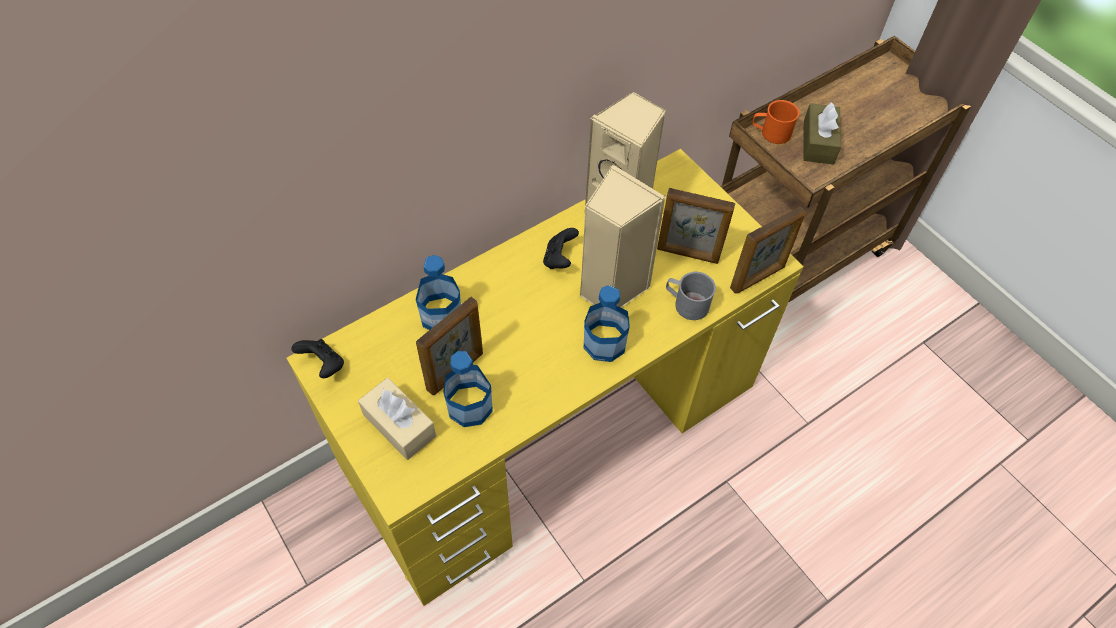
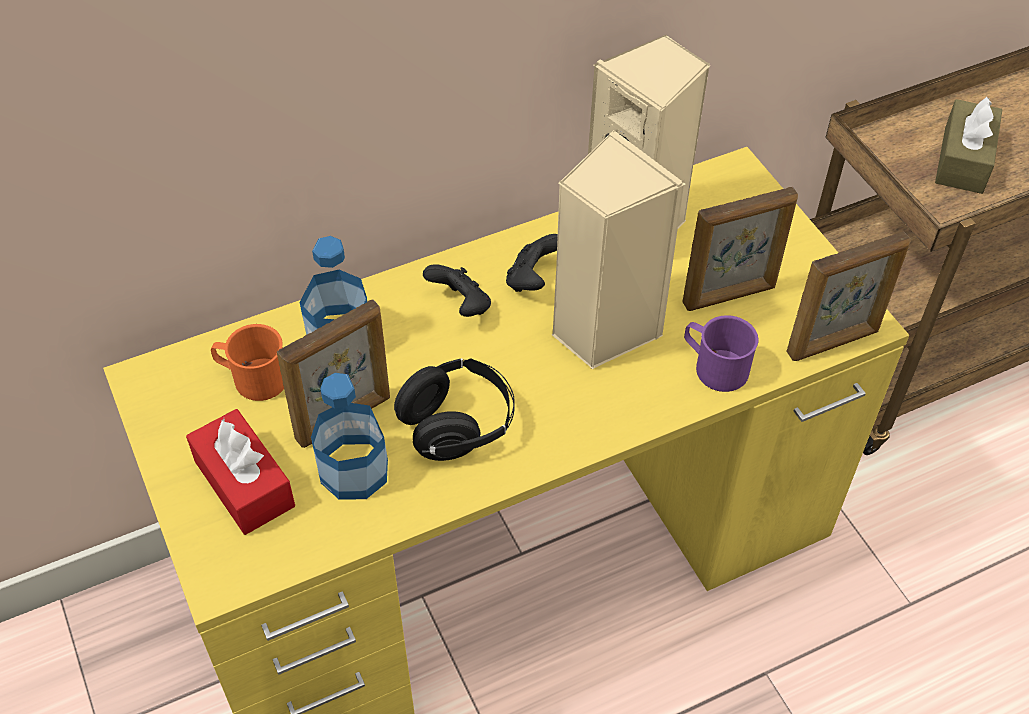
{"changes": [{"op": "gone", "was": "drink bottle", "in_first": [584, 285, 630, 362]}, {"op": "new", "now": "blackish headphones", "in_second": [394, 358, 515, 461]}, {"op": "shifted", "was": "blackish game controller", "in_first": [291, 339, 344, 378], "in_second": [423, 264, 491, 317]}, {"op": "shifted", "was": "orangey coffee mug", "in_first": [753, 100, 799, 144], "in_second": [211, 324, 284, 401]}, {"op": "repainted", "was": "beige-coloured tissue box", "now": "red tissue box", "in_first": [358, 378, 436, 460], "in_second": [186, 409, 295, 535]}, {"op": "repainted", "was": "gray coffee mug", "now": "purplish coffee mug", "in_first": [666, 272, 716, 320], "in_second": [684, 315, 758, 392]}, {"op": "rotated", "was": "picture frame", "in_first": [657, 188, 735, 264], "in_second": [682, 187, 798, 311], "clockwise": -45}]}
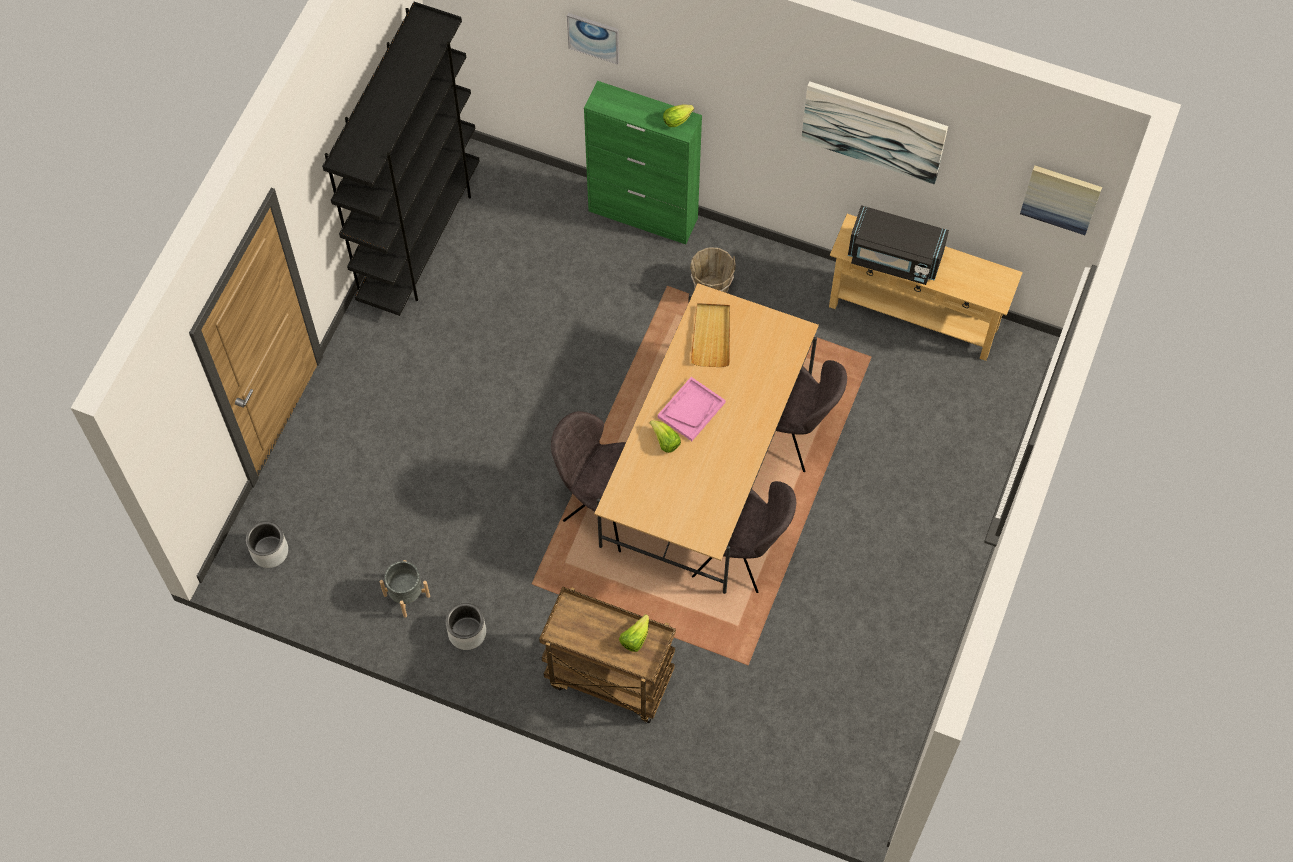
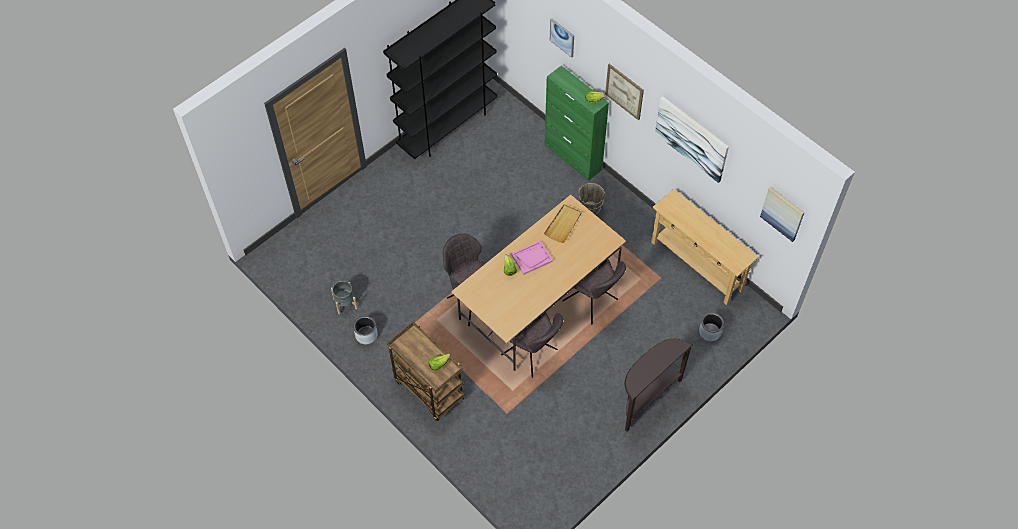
{"changes": [{"op": "gone", "was": "blackish microwave oven", "in_first": [848, 205, 949, 285]}, {"op": "new", "now": "wall art", "in_second": [605, 64, 644, 120]}, {"op": "new", "now": "brown hall table", "in_second": [625, 339, 692, 431]}, {"op": "shifted", "was": "gray flower pot", "in_first": [246, 521, 288, 568], "in_second": [699, 313, 724, 341]}]}
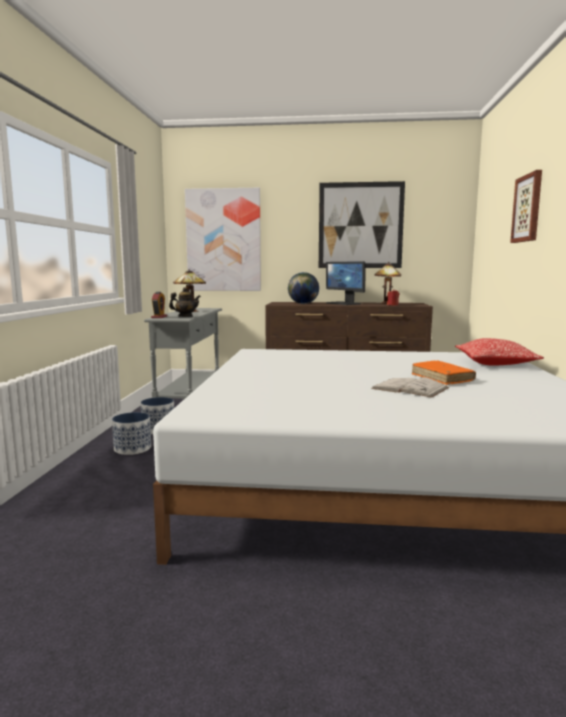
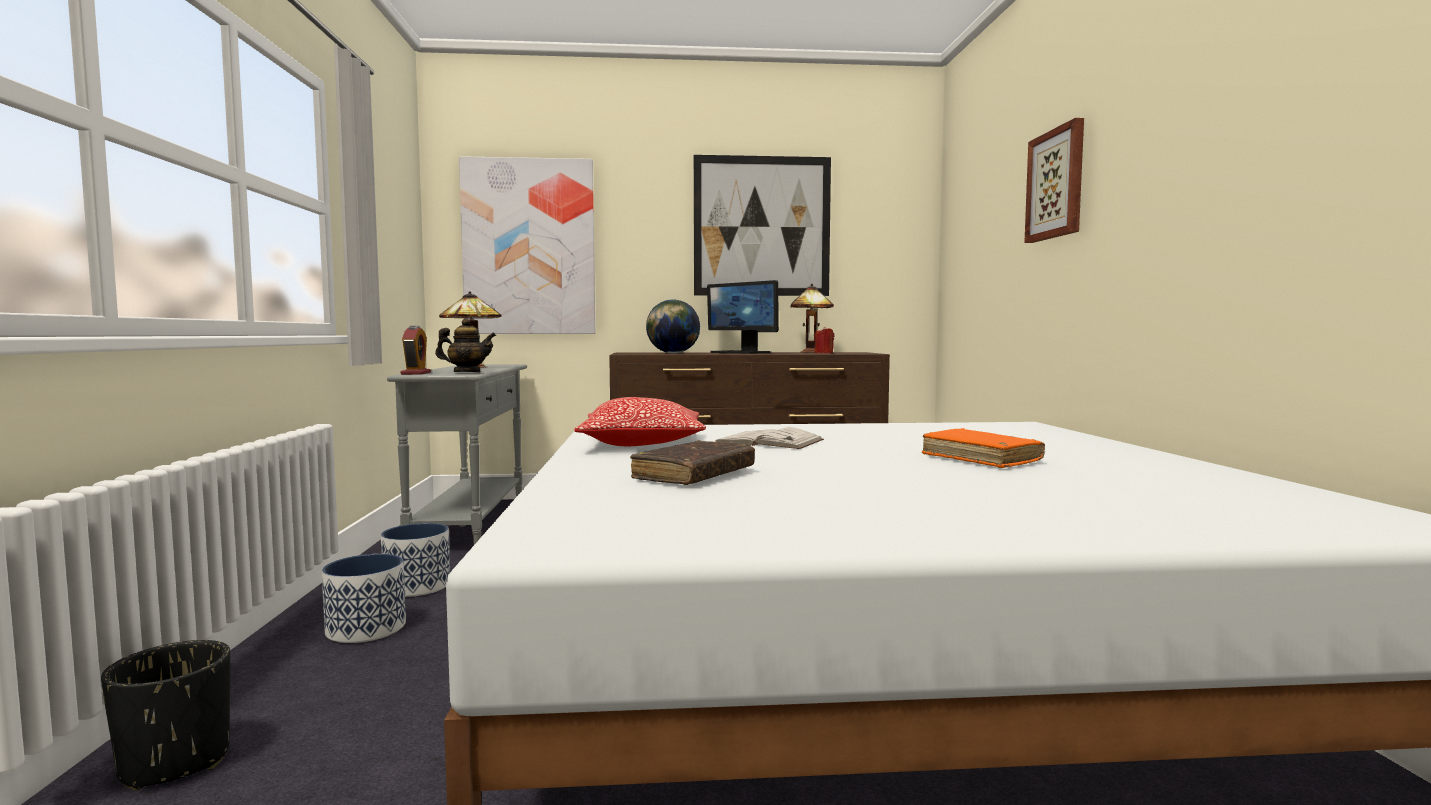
{"changes": [{"op": "new", "now": "blackish flower pot", "in_second": [101, 640, 230, 791]}, {"op": "new", "now": "brown book", "in_second": [630, 440, 755, 485]}, {"op": "shifted", "was": "white book", "in_first": [371, 377, 449, 398], "in_second": [715, 427, 824, 449]}, {"op": "shifted", "was": "cushion", "in_first": [455, 338, 544, 366], "in_second": [574, 397, 706, 446]}]}
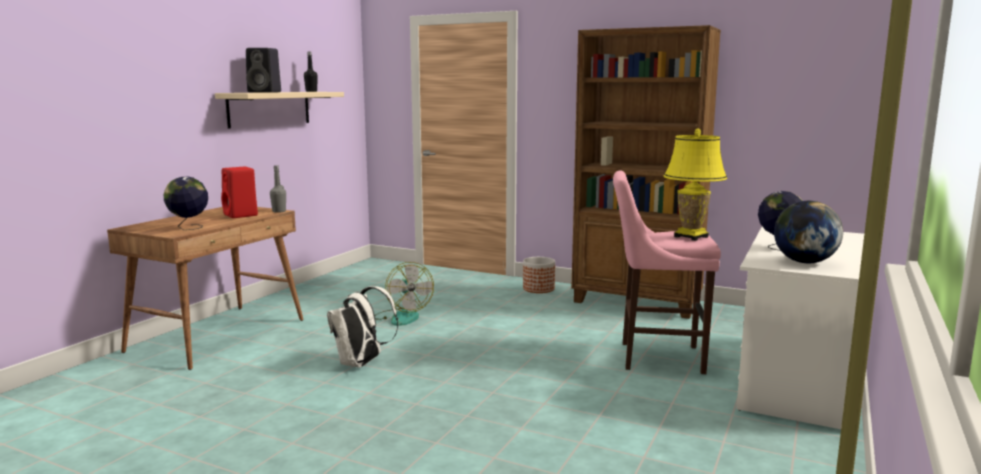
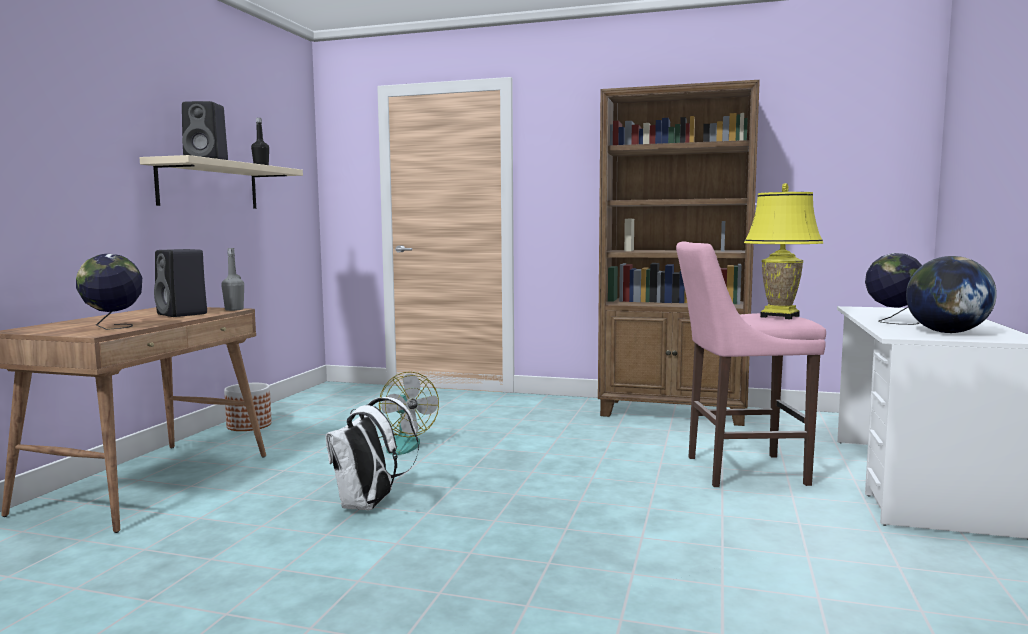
{"changes": [{"op": "shifted", "was": "flower pot", "in_first": [523, 257, 555, 293], "in_second": [224, 383, 272, 431]}, {"op": "repainted", "was": "red loudspeaker", "now": "blackish loudspeaker", "in_first": [221, 167, 258, 218], "in_second": [154, 249, 207, 317]}]}
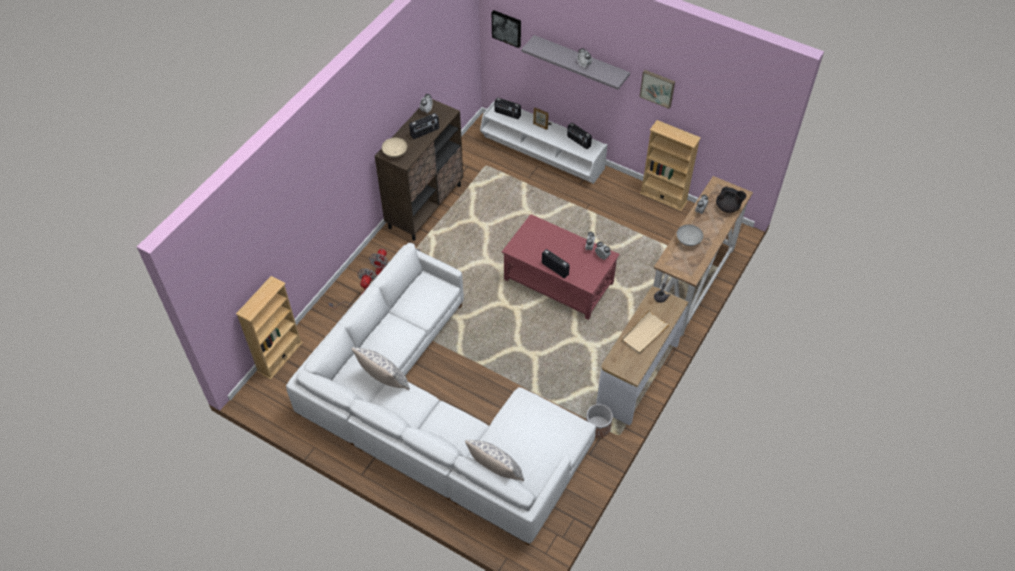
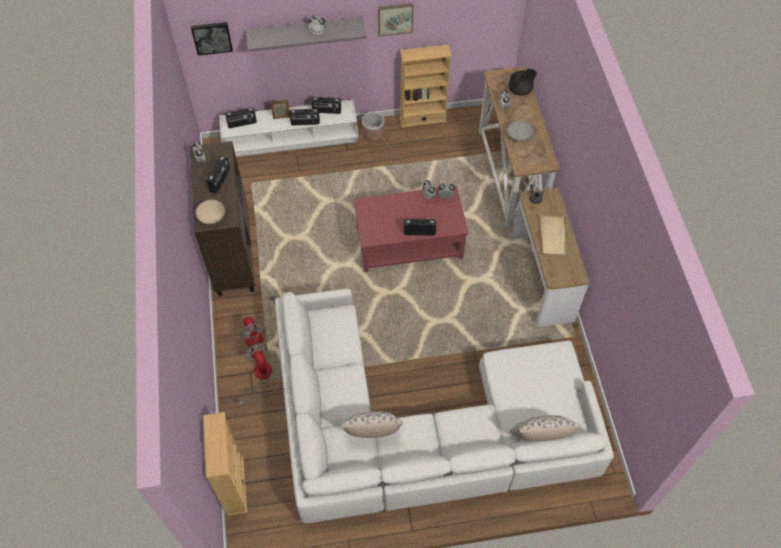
{"changes": [{"op": "new", "now": "radio", "in_second": [290, 109, 320, 125]}, {"op": "shifted", "was": "flower pot", "in_first": [586, 404, 613, 438], "in_second": [362, 112, 384, 142]}]}
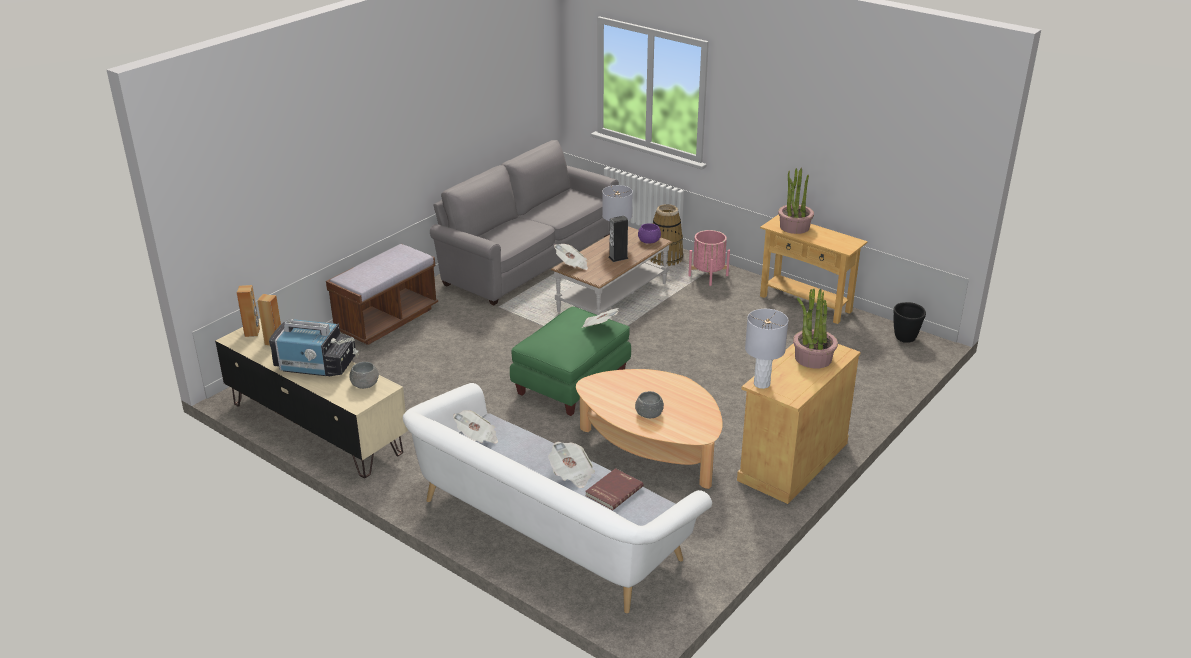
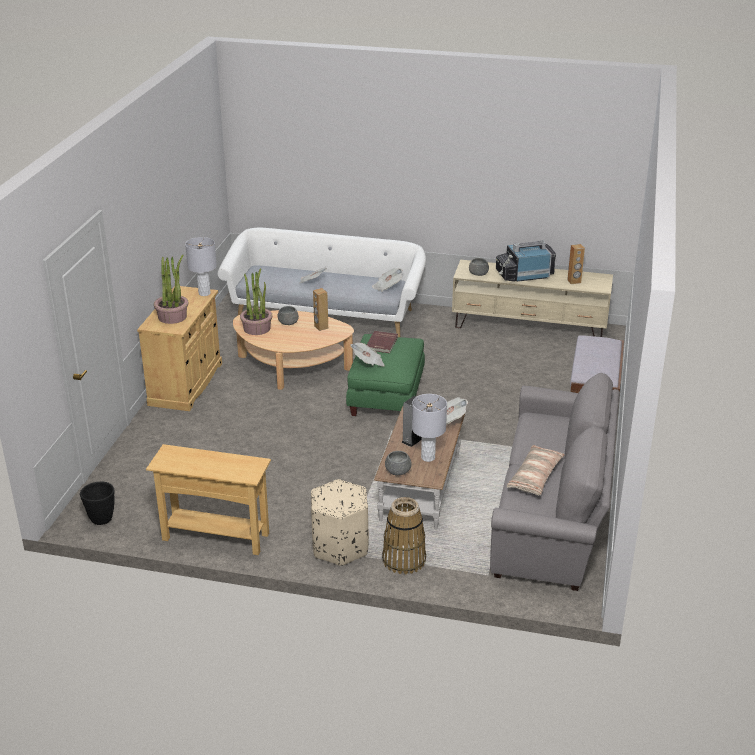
{"changes": [{"op": "new", "now": "cushion", "in_second": [507, 445, 565, 495]}, {"op": "shifted", "was": "brown loudspeaker", "in_first": [237, 285, 260, 337], "in_second": [313, 288, 328, 331]}, {"op": "shifted", "was": "red book", "in_first": [585, 468, 643, 511], "in_second": [367, 331, 398, 353]}, {"op": "shifted", "was": "plant in a pot", "in_first": [778, 168, 814, 234], "in_second": [240, 268, 272, 335]}, {"op": "swapped", "was": "pink flower pot", "now": "beige-coloured pouffe", "in_first": [688, 230, 730, 286], "in_second": [311, 479, 369, 566]}, {"op": "repainted", "was": "purplish deep dish", "now": "gray deep dish", "in_first": [638, 223, 661, 243], "in_second": [385, 451, 412, 476]}]}
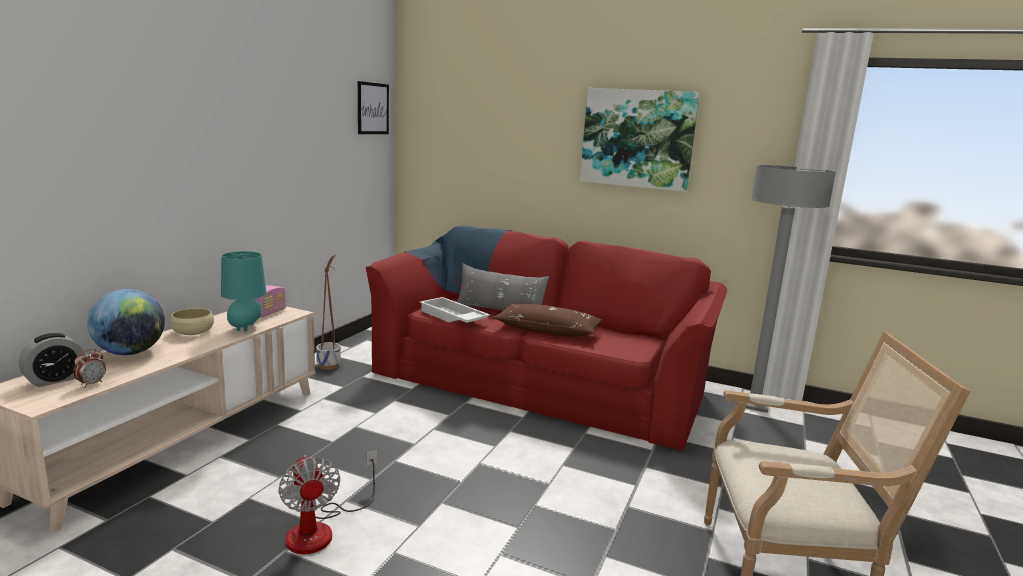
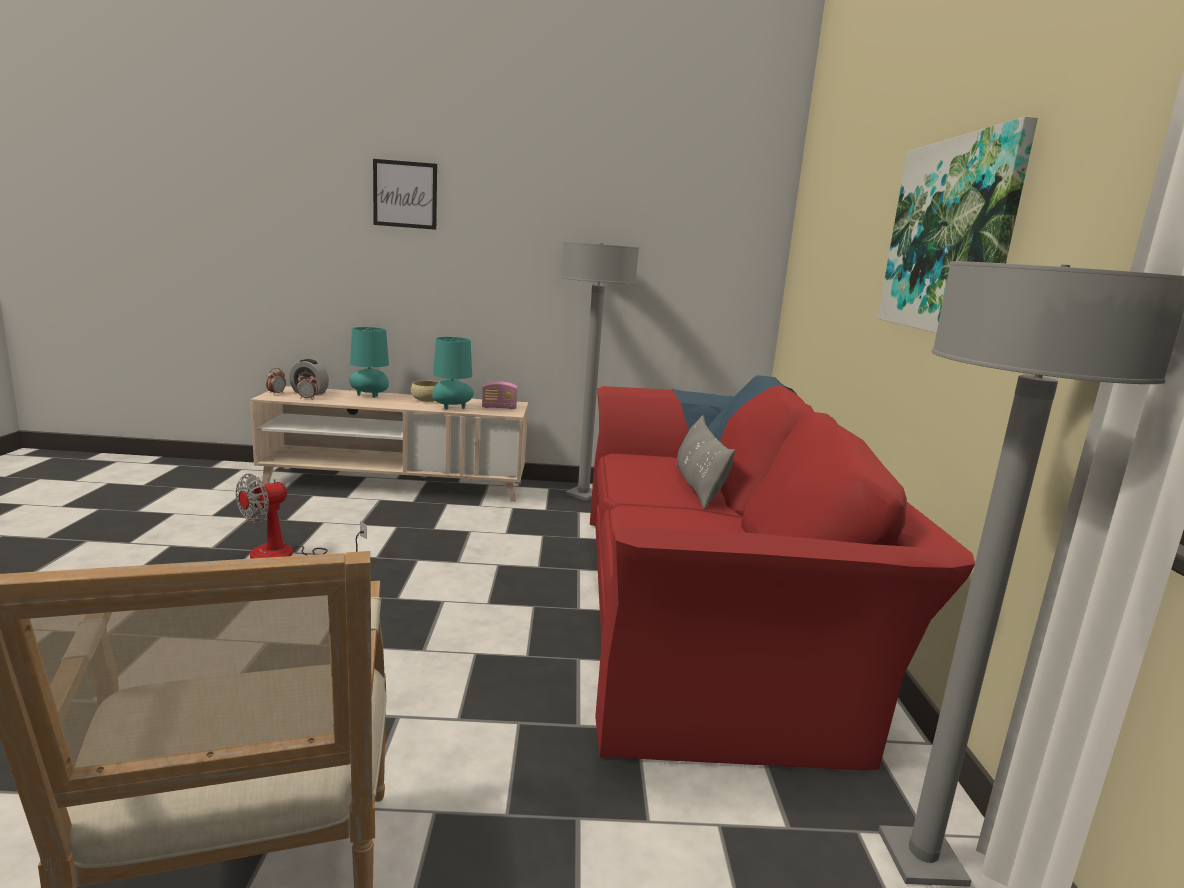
{"changes": [{"op": "gone", "was": "white serving tray", "in_first": [419, 297, 490, 323]}, {"op": "gone", "was": "brown cushion", "in_first": [492, 303, 602, 337]}, {"op": "new", "now": "bedside clock", "in_second": [266, 368, 286, 395]}, {"op": "shifted", "was": "wall art", "in_first": [358, 81, 389, 134], "in_second": [373, 159, 437, 230]}, {"op": "swapped", "was": "desk globe", "now": "blue-green lamp for a table", "in_first": [87, 289, 165, 355], "in_second": [349, 327, 389, 398]}, {"op": "swapped", "was": "flower pot", "now": "gray standing lamp", "in_first": [316, 255, 341, 370], "in_second": [561, 242, 639, 501]}]}
